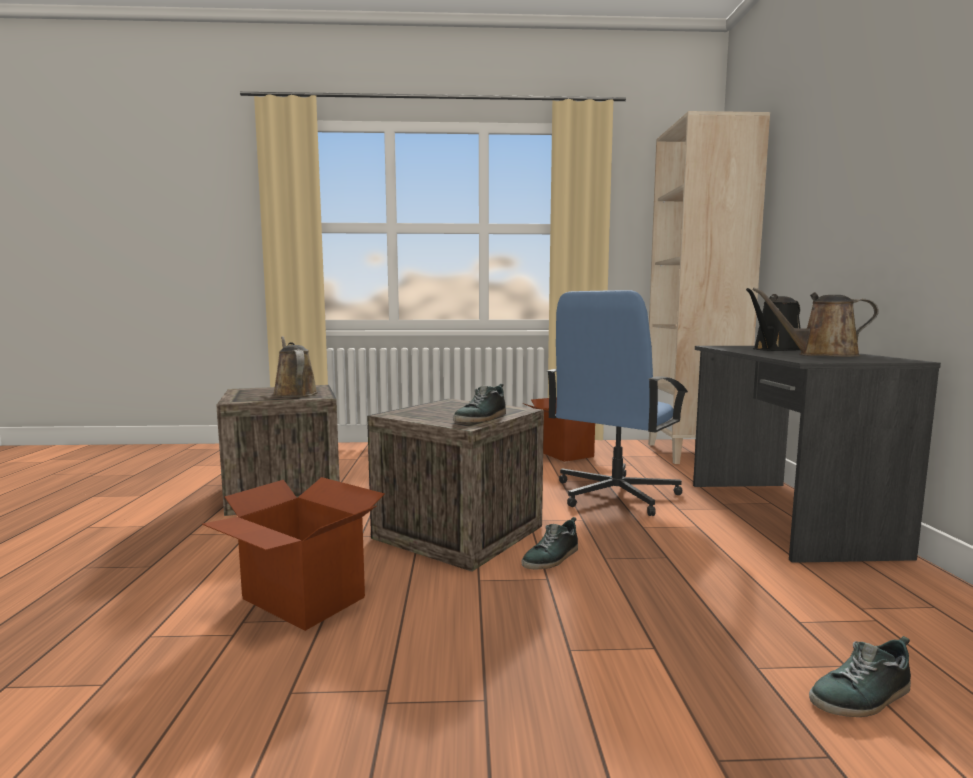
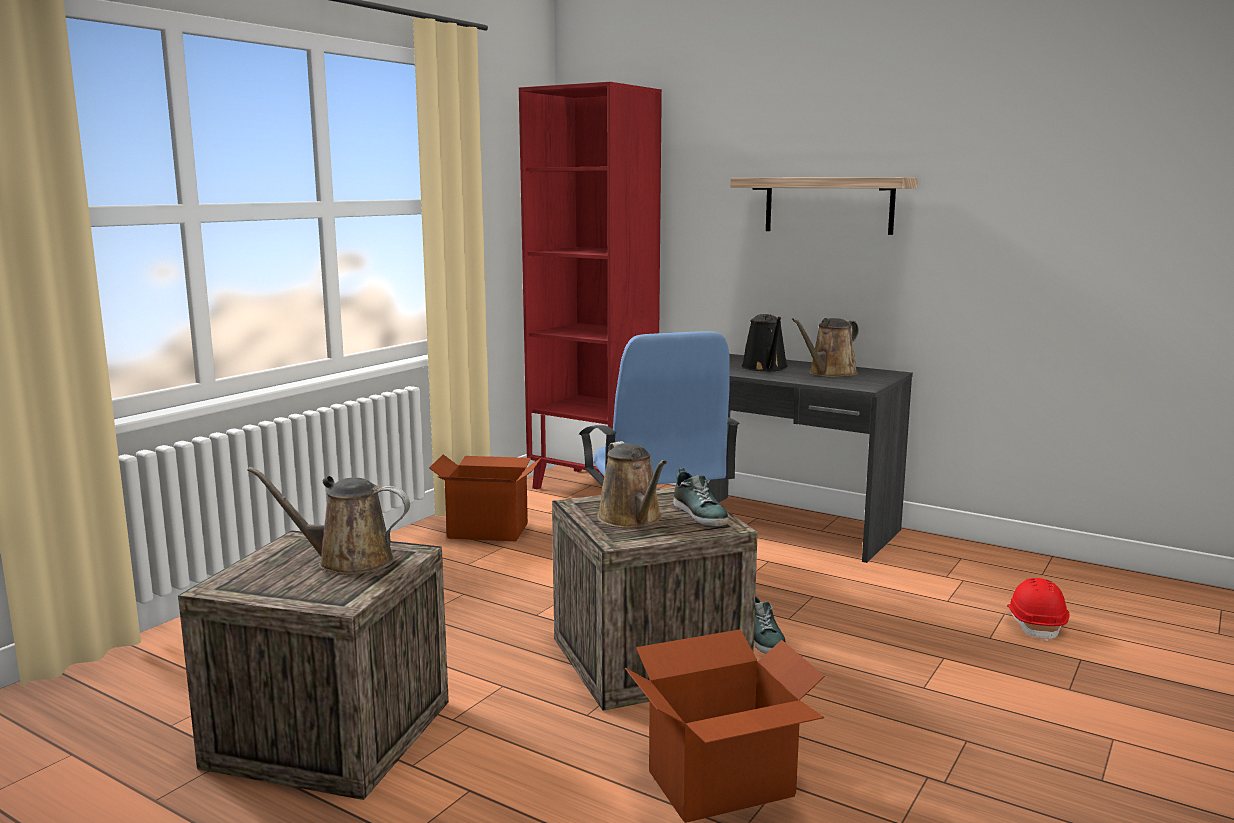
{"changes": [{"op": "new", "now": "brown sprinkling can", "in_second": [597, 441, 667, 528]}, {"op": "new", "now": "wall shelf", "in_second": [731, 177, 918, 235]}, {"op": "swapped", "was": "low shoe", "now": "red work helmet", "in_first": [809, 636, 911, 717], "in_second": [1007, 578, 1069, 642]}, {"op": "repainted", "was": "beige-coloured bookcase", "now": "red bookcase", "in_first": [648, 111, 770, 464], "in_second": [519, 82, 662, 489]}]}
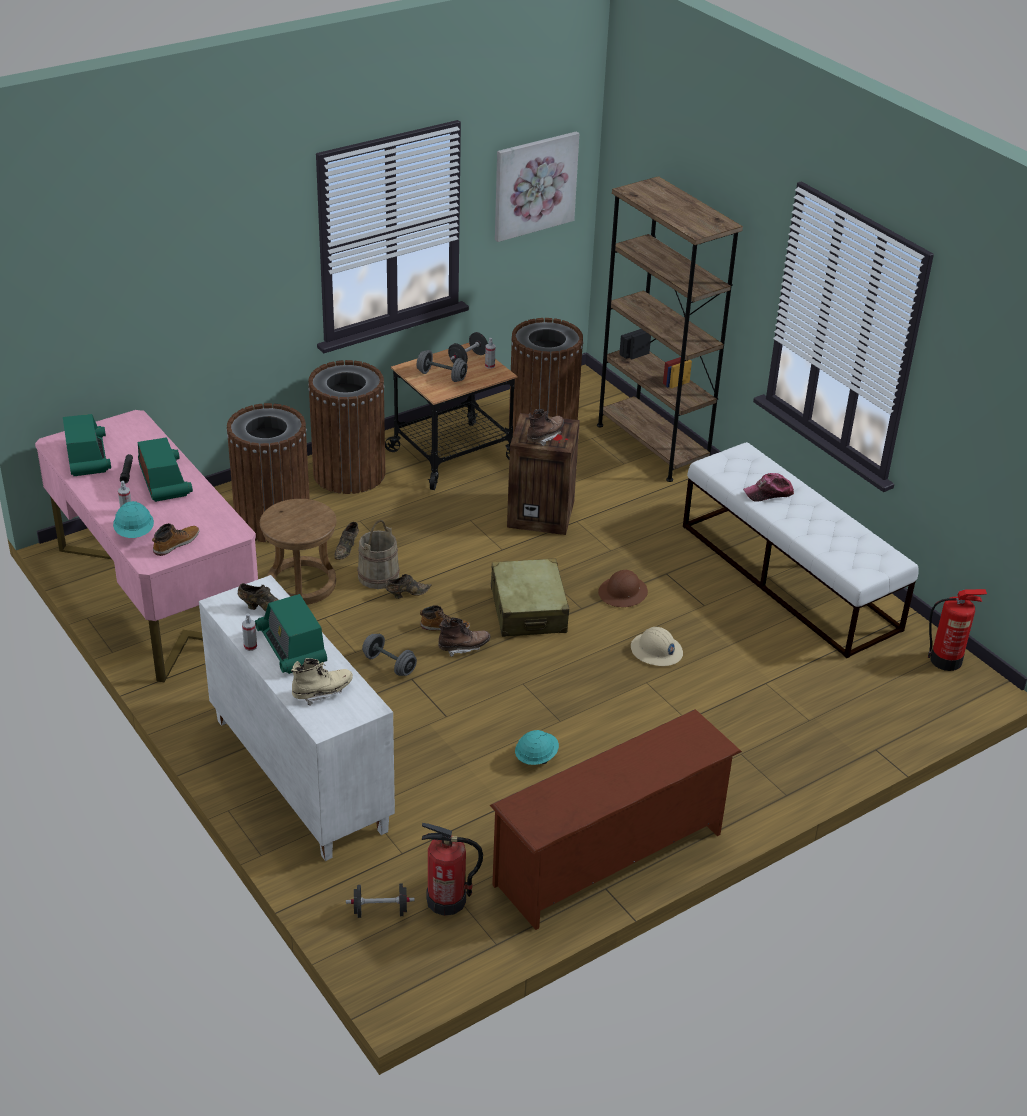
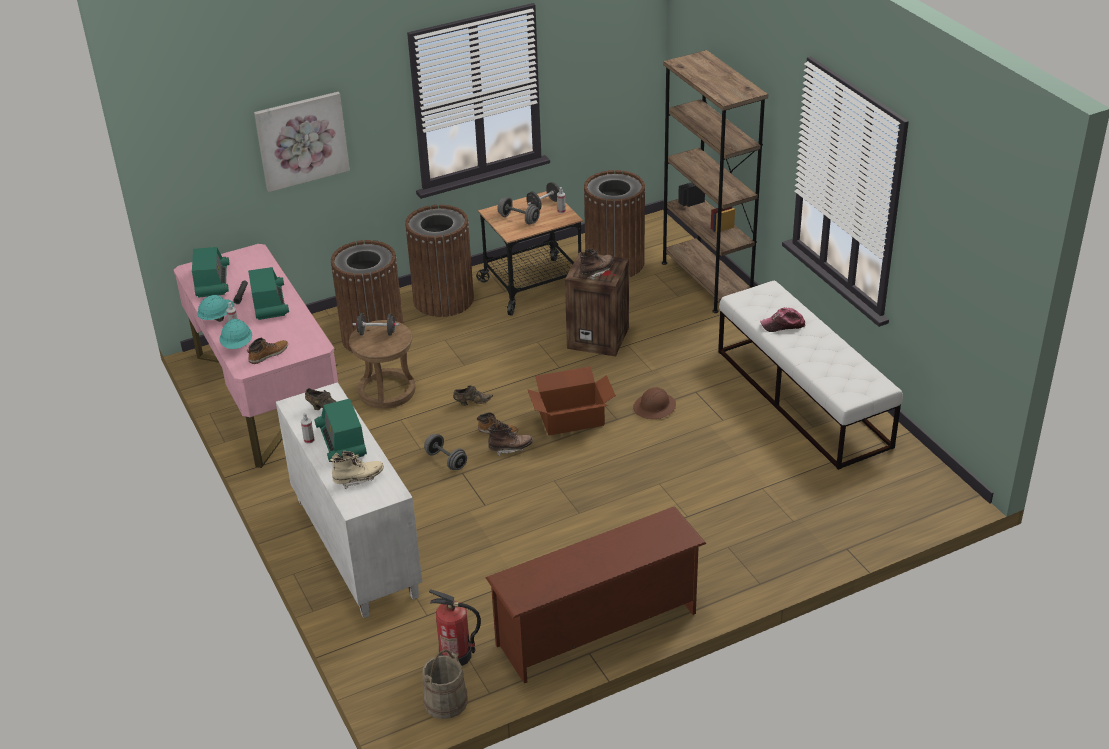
{"changes": [{"op": "gone", "was": "brown low shoe", "in_first": [334, 522, 359, 560]}, {"op": "gone", "was": "beige-coloured work helmet", "in_first": [631, 627, 683, 666]}, {"op": "gone", "was": "fire-fighting cylinder", "in_first": [928, 589, 987, 671]}, {"op": "shifted", "was": "blackish hand weight", "in_first": [346, 883, 415, 918], "in_second": [353, 313, 399, 336]}, {"op": "shifted", "was": "beige-coloured bucket", "in_first": [357, 520, 400, 589], "in_second": [422, 649, 468, 719]}, {"op": "shifted", "was": "wall art", "in_first": [495, 132, 579, 242], "in_second": [254, 92, 350, 192]}, {"op": "shifted", "was": "blue-green work helmet", "in_first": [515, 730, 559, 765], "in_second": [197, 295, 234, 322]}, {"op": "swapped", "was": "beige-coloured travel case", "now": "packing box", "in_first": [491, 558, 569, 637], "in_second": [527, 366, 616, 435]}]}
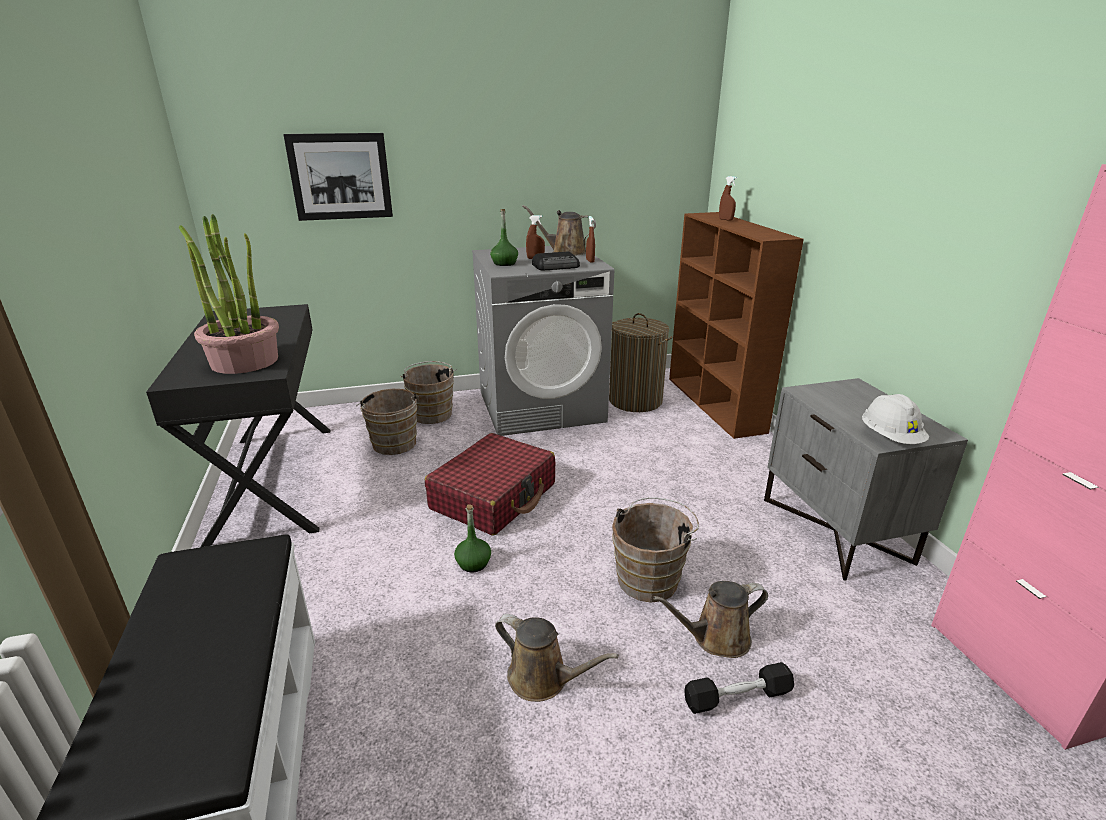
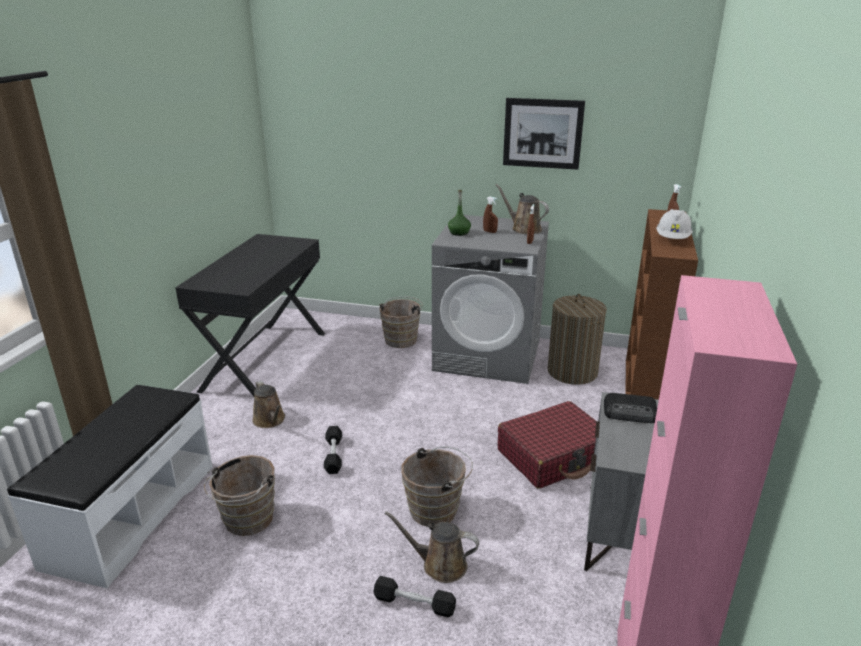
{"changes": [{"op": "gone", "was": "plant in a pot", "in_first": [179, 214, 279, 374]}, {"op": "shifted", "was": "wall art", "in_first": [283, 133, 393, 221], "in_second": [503, 98, 585, 170]}, {"op": "shifted", "was": "brown bucket", "in_first": [356, 389, 419, 455], "in_second": [204, 455, 275, 536]}, {"op": "shifted", "was": "red travel case", "in_first": [425, 433, 555, 536], "in_second": [497, 401, 596, 489]}, {"op": "shifted", "was": "brown sprinkling can", "in_first": [495, 614, 619, 702], "in_second": [252, 381, 285, 428]}, {"op": "shifted", "was": "radio", "in_first": [532, 252, 580, 270], "in_second": [604, 393, 657, 423]}, {"op": "shifted", "was": "white work helmet", "in_first": [862, 394, 929, 444], "in_second": [656, 209, 693, 239]}, {"op": "swapped", "was": "green-coloured drink bottle", "now": "blackish hand weight", "in_first": [454, 504, 491, 572], "in_second": [324, 426, 342, 474]}]}
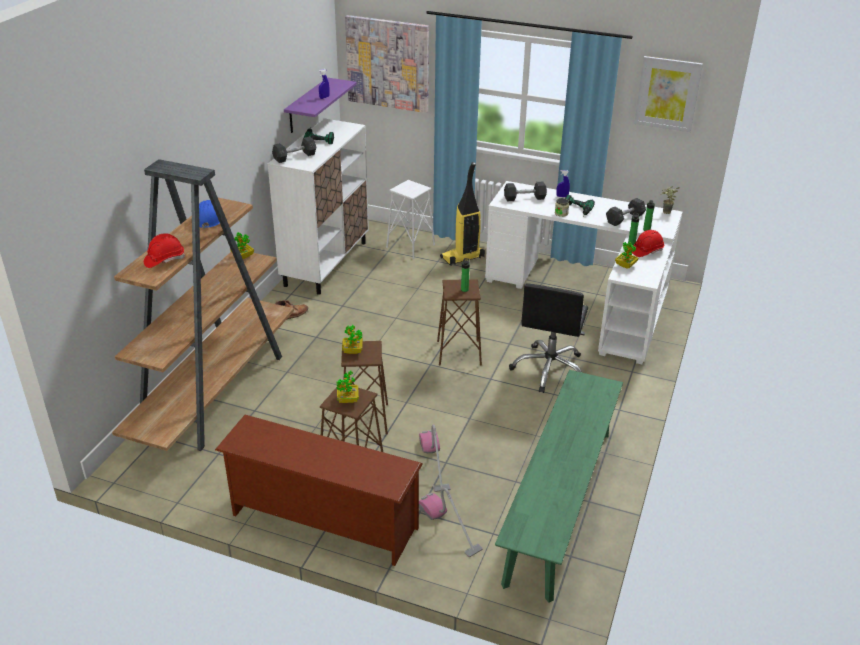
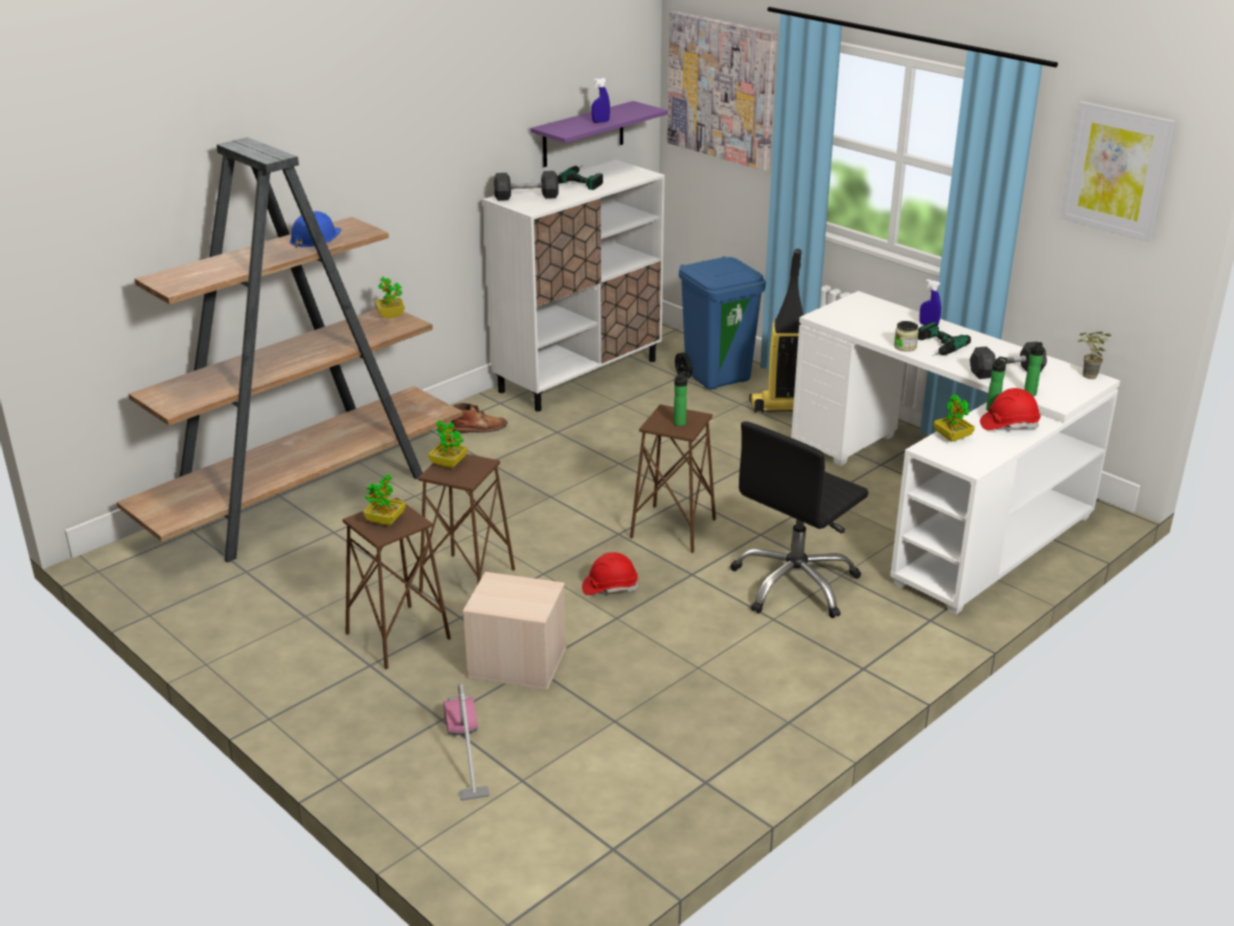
{"changes": [{"op": "gone", "was": "brown shoe rack", "in_first": [215, 415, 423, 566]}, {"op": "gone", "was": "green-coloured indoor bench", "in_first": [495, 370, 623, 603]}, {"op": "gone", "was": "gray hand weight", "in_first": [504, 182, 547, 201]}, {"op": "shifted", "was": "red work helmet", "in_first": [144, 233, 185, 268], "in_second": [582, 552, 638, 595]}, {"op": "swapped", "was": "white stool seat", "now": "blue-coloured trash can", "in_first": [386, 180, 435, 259], "in_second": [675, 256, 766, 390]}, {"op": "swapped", "was": "hoover", "now": "beige-coloured storage box", "in_first": [419, 425, 451, 492], "in_second": [463, 572, 566, 690]}]}
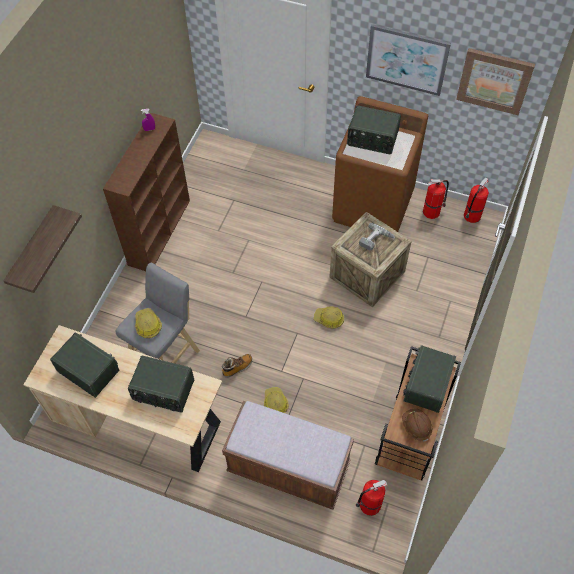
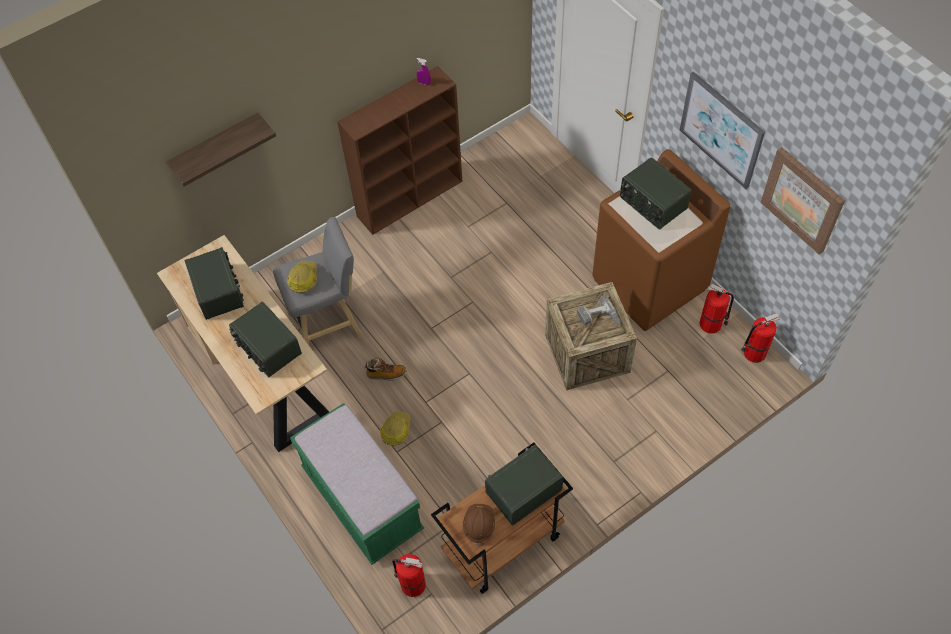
{"changes": [{"op": "gone", "was": "work helmet", "in_first": [314, 306, 344, 329]}, {"op": "repainted", "was": "brown indoor bench", "now": "green-coloured indoor bench", "in_first": [222, 401, 354, 510], "in_second": [290, 403, 424, 565]}]}
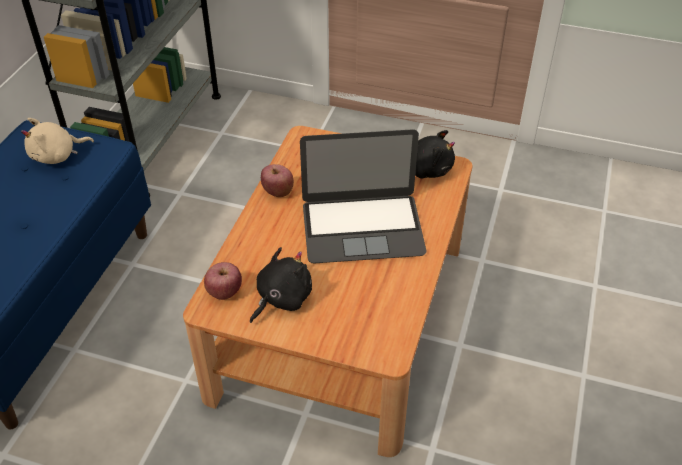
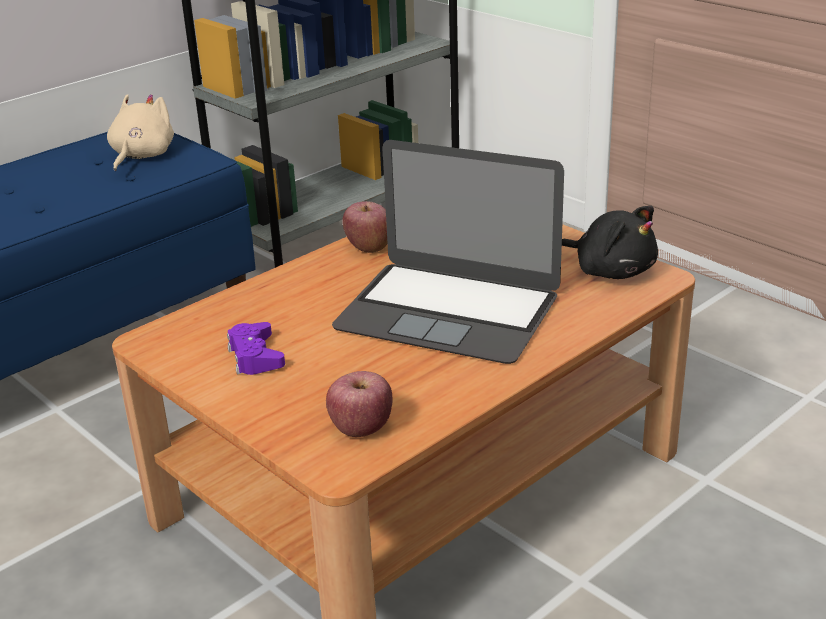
{"changes": [{"op": "shifted", "was": "apple fruit", "in_first": [204, 262, 242, 300], "in_second": [326, 371, 393, 437]}, {"op": "swapped", "was": "blackish soft toy", "now": "purplish game controller", "in_first": [250, 247, 312, 323], "in_second": [227, 322, 285, 375]}, {"op": "rotated", "was": "beige-coloured soft toy", "in_first": [21, 118, 94, 164], "in_second": [107, 94, 174, 171], "clockwise": 105}]}
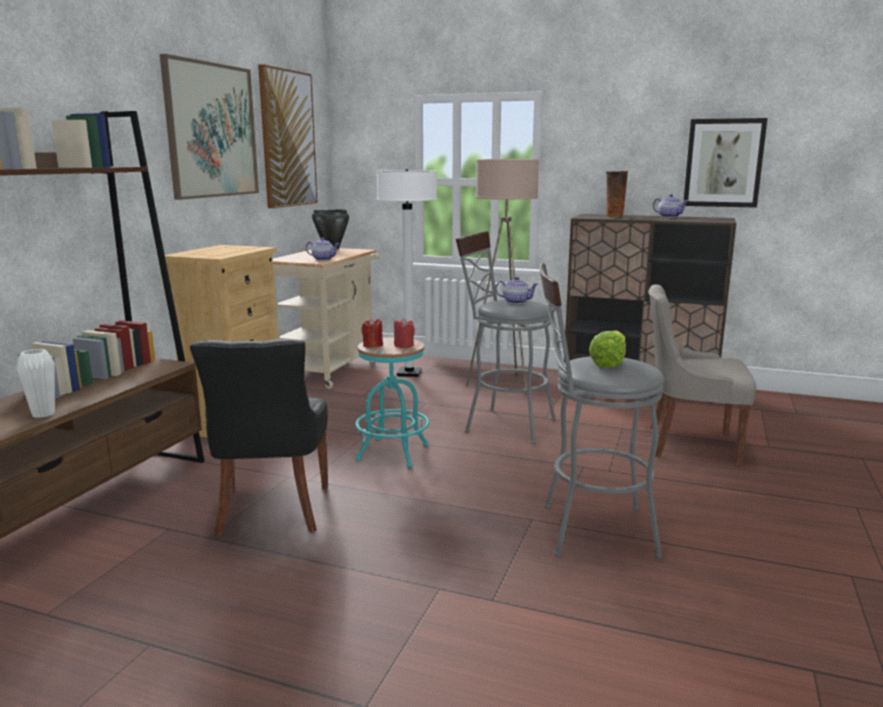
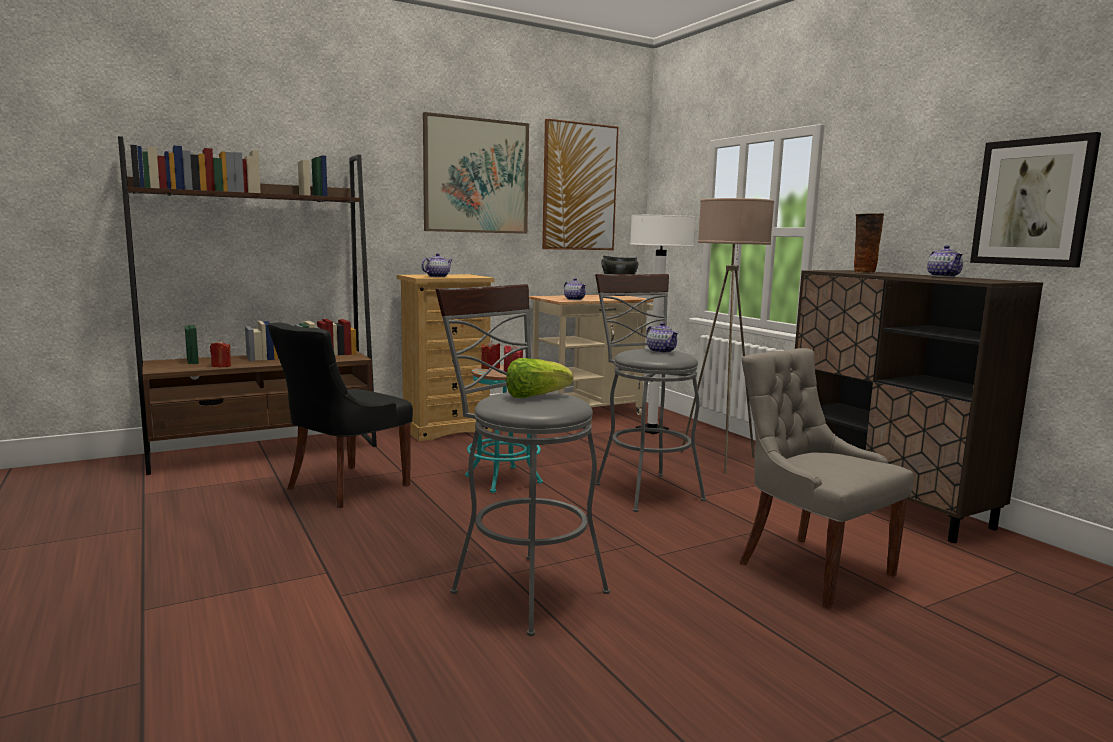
{"changes": [{"op": "new", "now": "teapot", "in_second": [421, 253, 453, 277]}, {"op": "swapped", "was": "white vase", "now": "red wax candle", "in_first": [16, 349, 55, 418], "in_second": [210, 340, 231, 367]}]}
